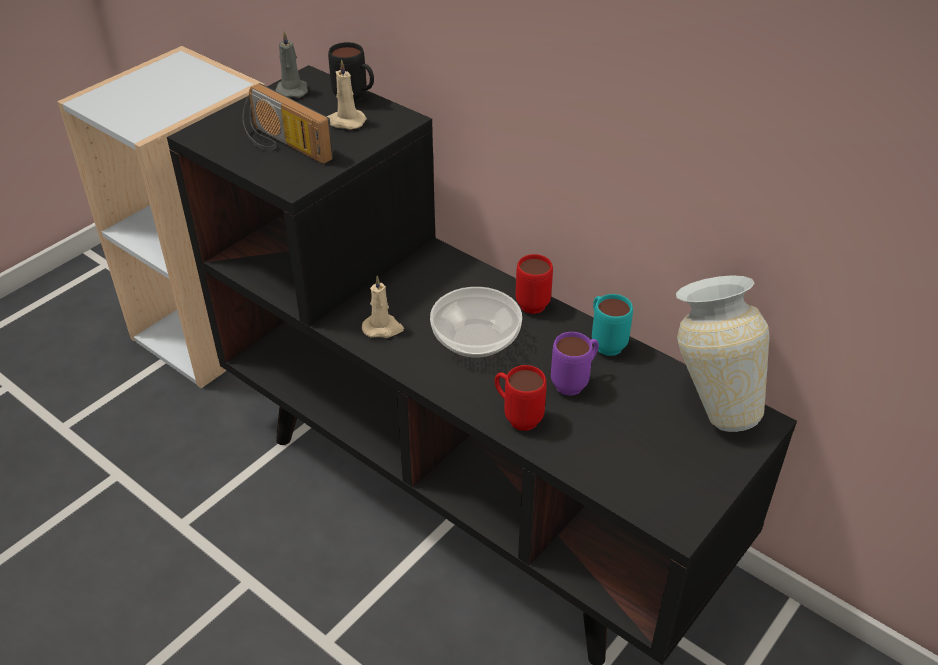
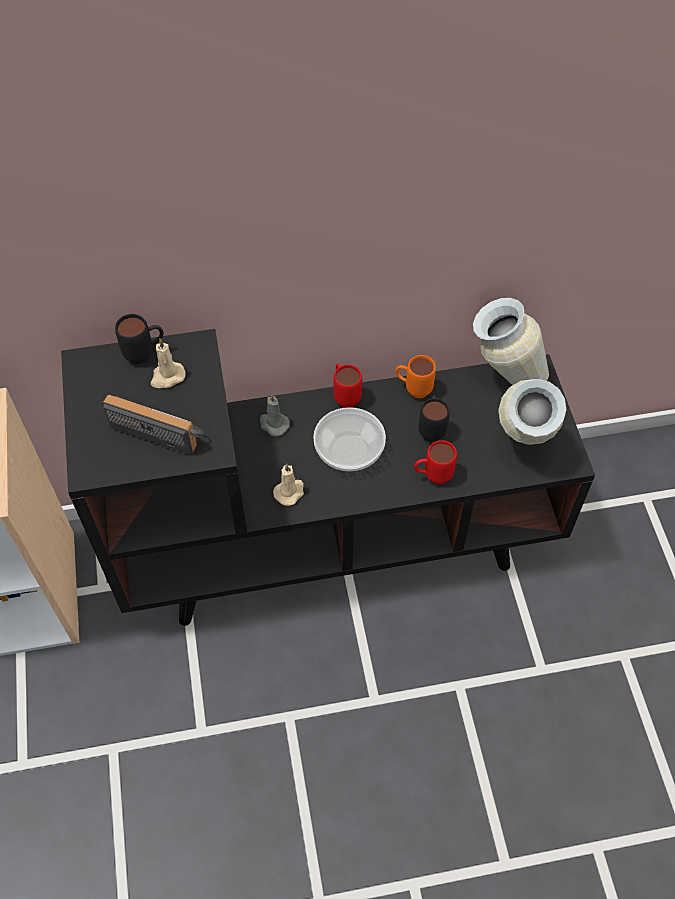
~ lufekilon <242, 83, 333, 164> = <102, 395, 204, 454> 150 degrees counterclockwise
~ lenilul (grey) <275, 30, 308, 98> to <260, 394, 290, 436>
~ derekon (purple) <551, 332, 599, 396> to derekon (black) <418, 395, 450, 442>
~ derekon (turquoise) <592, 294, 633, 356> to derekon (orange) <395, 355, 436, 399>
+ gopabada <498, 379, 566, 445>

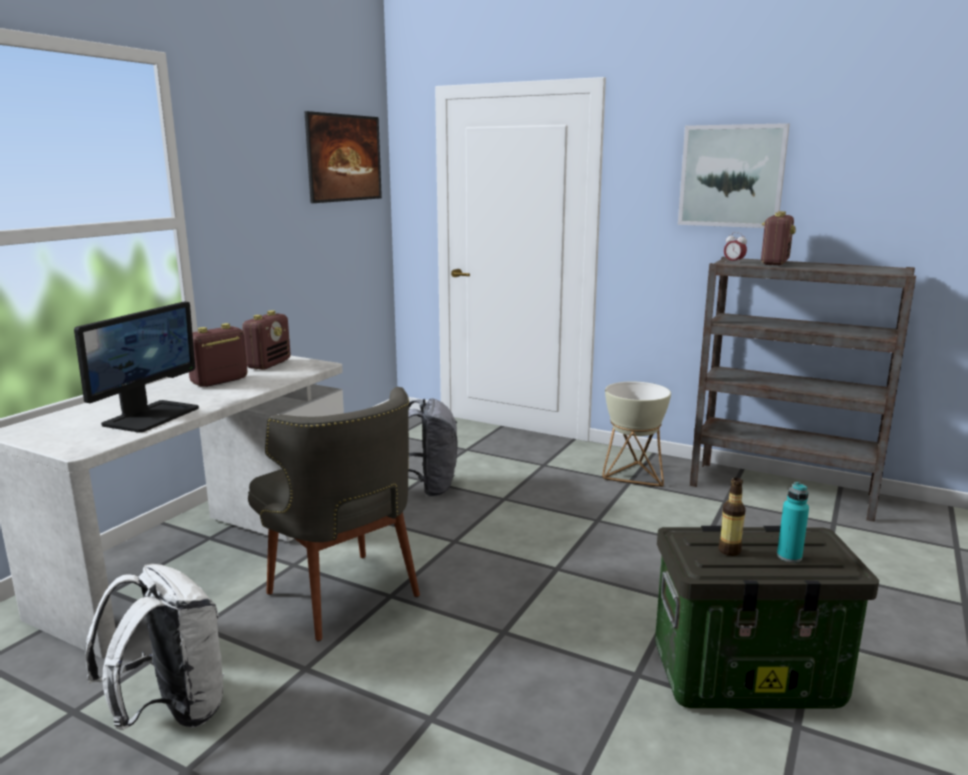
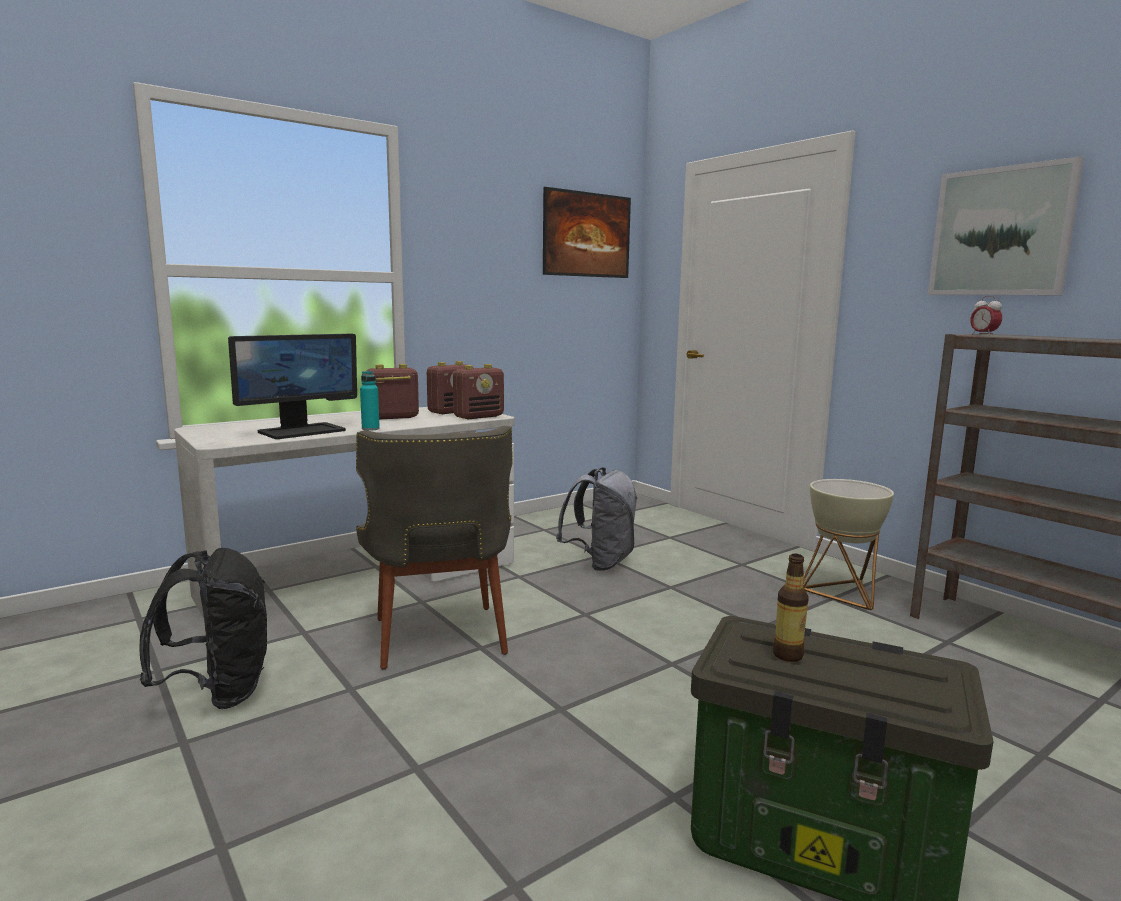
~ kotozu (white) <85, 564, 225, 730> to kotozu (black) <139, 548, 267, 709>
~ lufekilon <761, 211, 796, 266> to <453, 364, 504, 419>
~ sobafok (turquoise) <777, 482, 809, 562> to <360, 371, 380, 431>

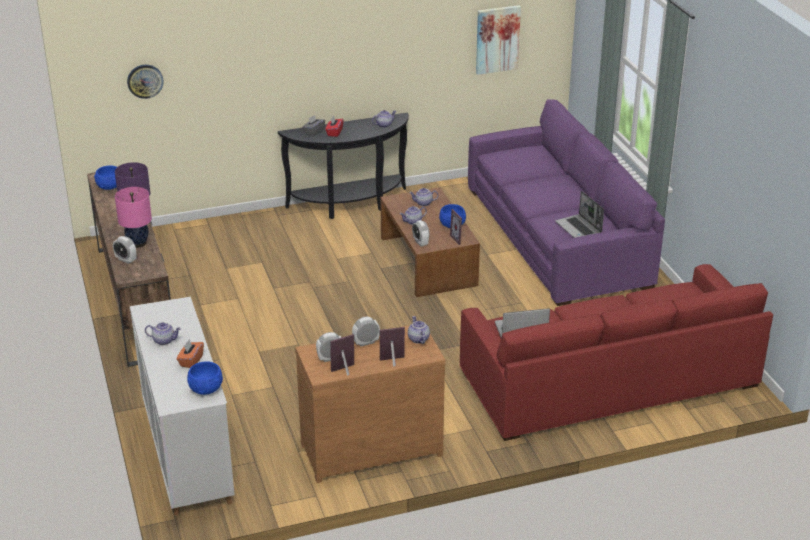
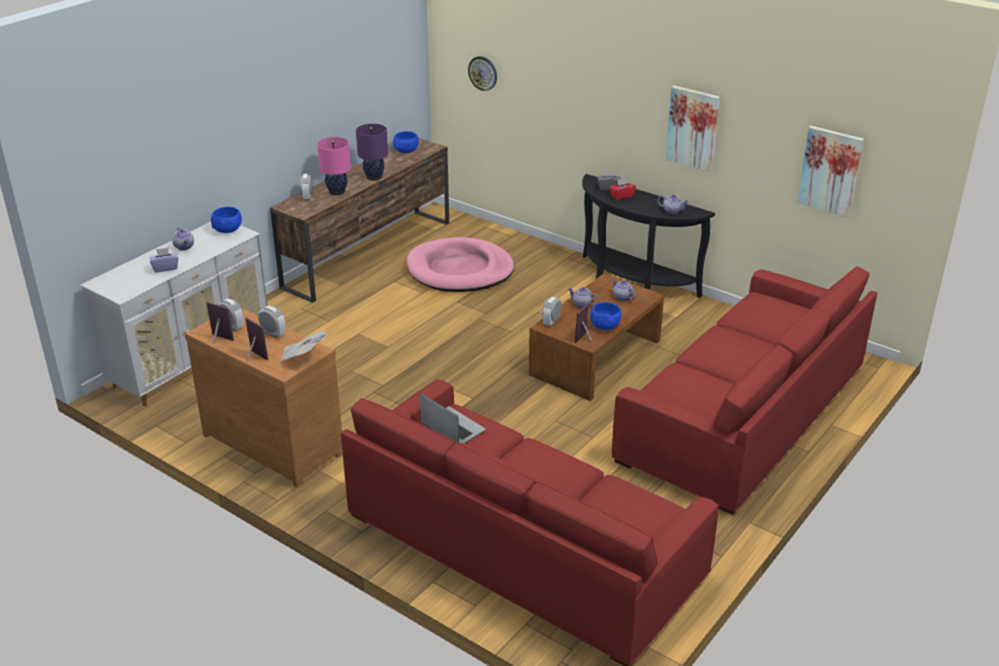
~ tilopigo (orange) <177, 339, 204, 368> to tilopigo (purple) <150, 248, 178, 273>
~ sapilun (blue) <187, 361, 223, 395> to <211, 207, 242, 233>
~ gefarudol <408, 316, 430, 344> to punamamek <280, 330, 326, 361>
~ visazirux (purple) <468, 99, 665, 306> to visazirux (red) <612, 266, 877, 515>
- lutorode <555, 191, 604, 238>
+ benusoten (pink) <406, 237, 514, 292>
+ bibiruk <665, 86, 720, 172>

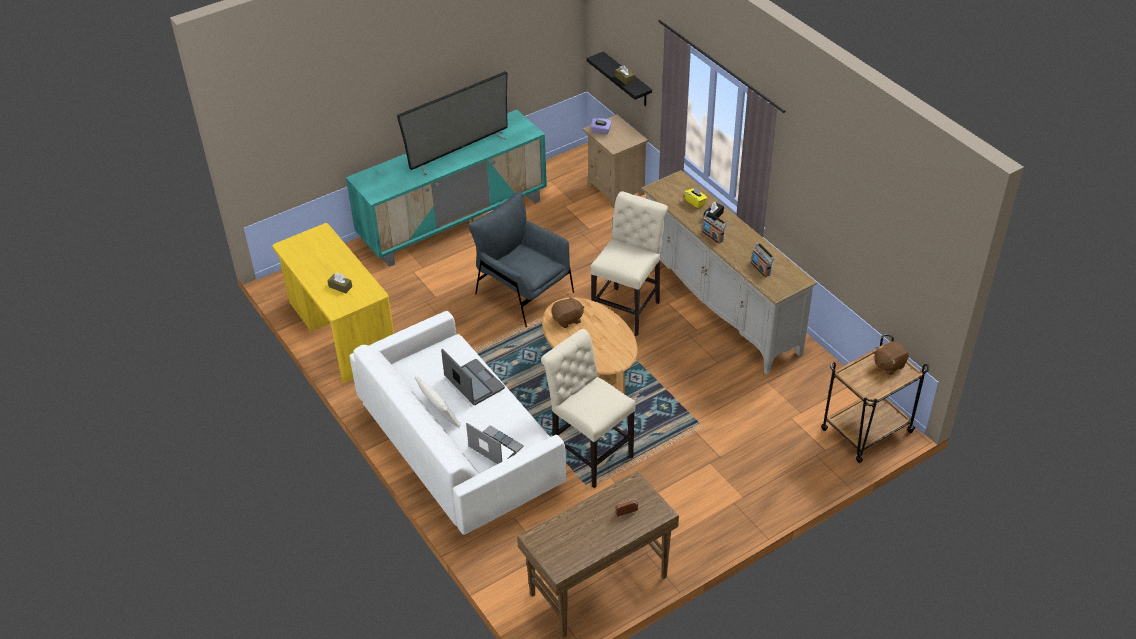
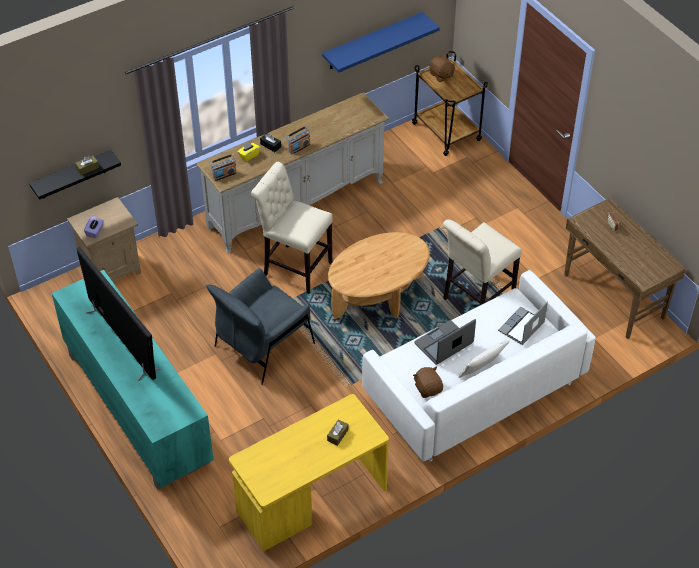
~ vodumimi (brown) <551, 296, 584, 328> to <413, 366, 443, 398>
~ lufekilon <751, 242, 775, 277> to <210, 154, 236, 181>
+ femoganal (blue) <322, 12, 440, 73>

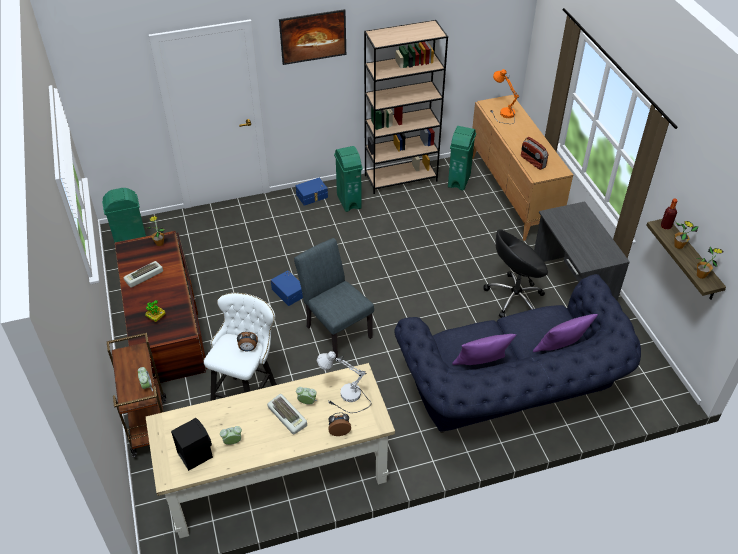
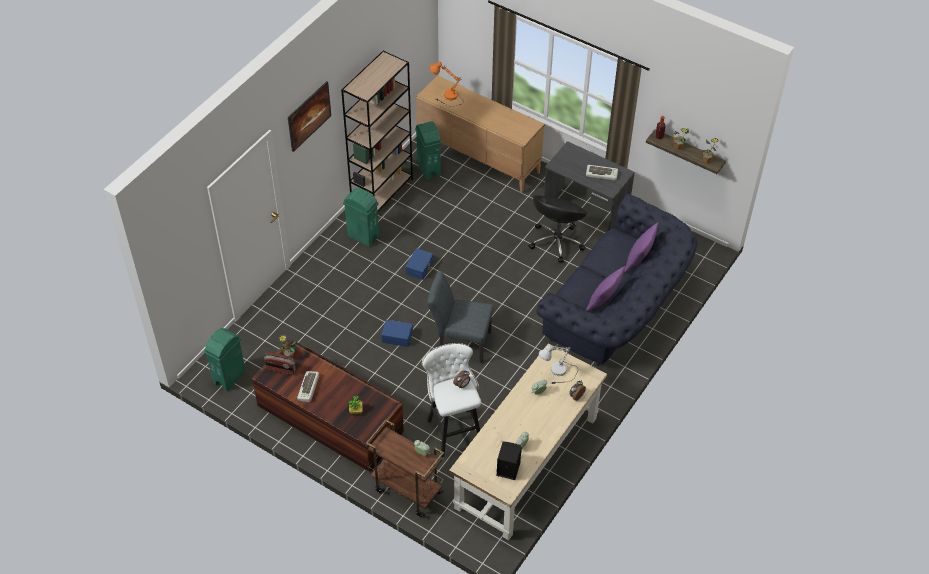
~ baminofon <267, 394, 307, 434> to <586, 165, 618, 181>
~ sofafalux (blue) <296, 178, 328, 206> to <406, 248, 434, 280>
~ lufekilon <521, 137, 548, 170> to <264, 352, 296, 375>

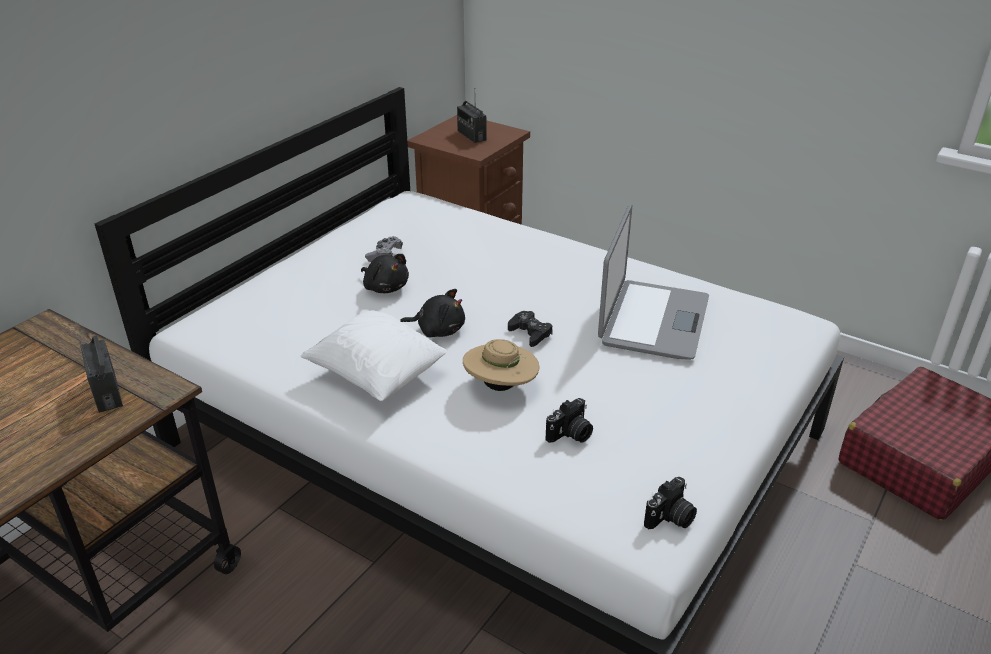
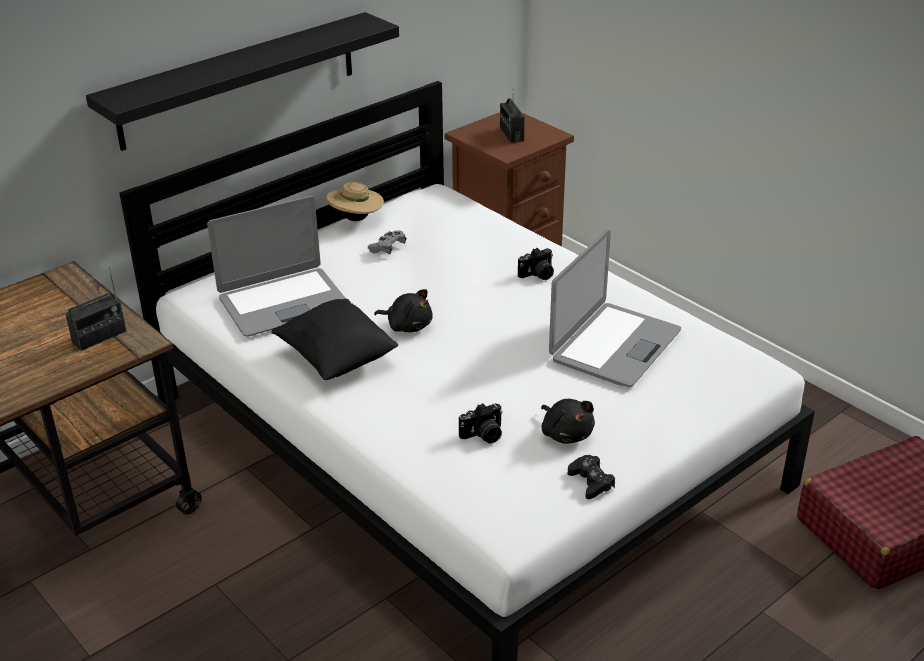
~ lufekilon <77, 333, 123, 413> = <65, 267, 126, 351> 120 degrees counterclockwise
~ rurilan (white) <301, 310, 447, 401> to rurilan (black) <271, 299, 398, 380>
~ vodumimi (black) <361, 254, 409, 293> to <541, 399, 595, 444>
~ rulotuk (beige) <463, 339, 540, 391> to <326, 182, 384, 221>
~ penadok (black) <508, 311, 553, 347> to <568, 455, 615, 499>
~ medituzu <644, 477, 697, 529> to <518, 248, 554, 280>
+ femoganal (black) <86, 12, 399, 151>
+ lutorode <207, 196, 346, 337>

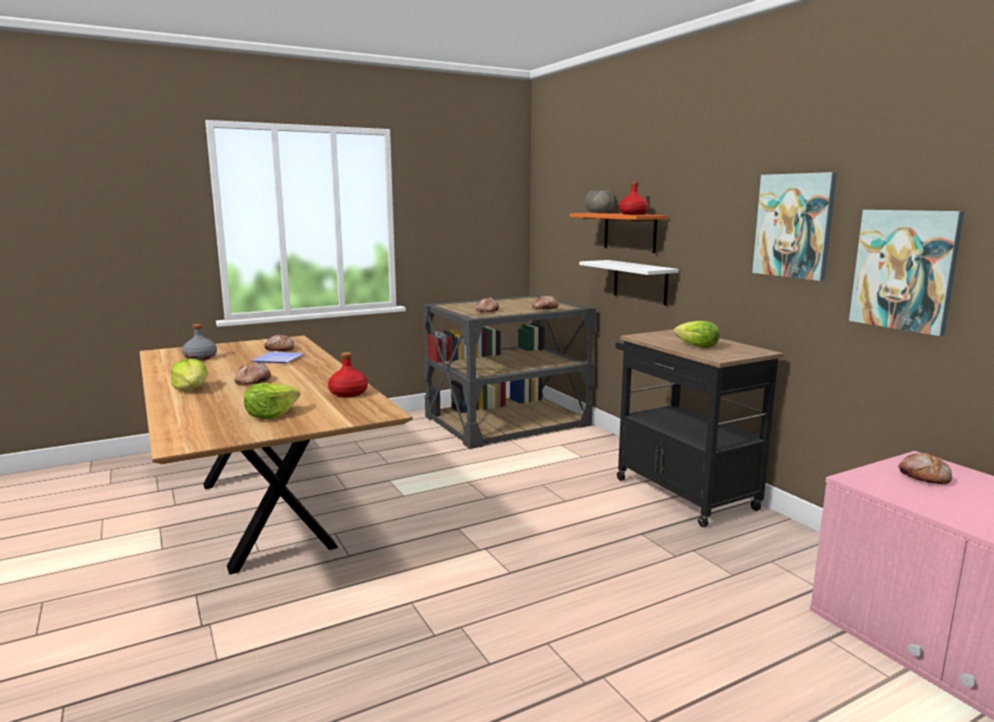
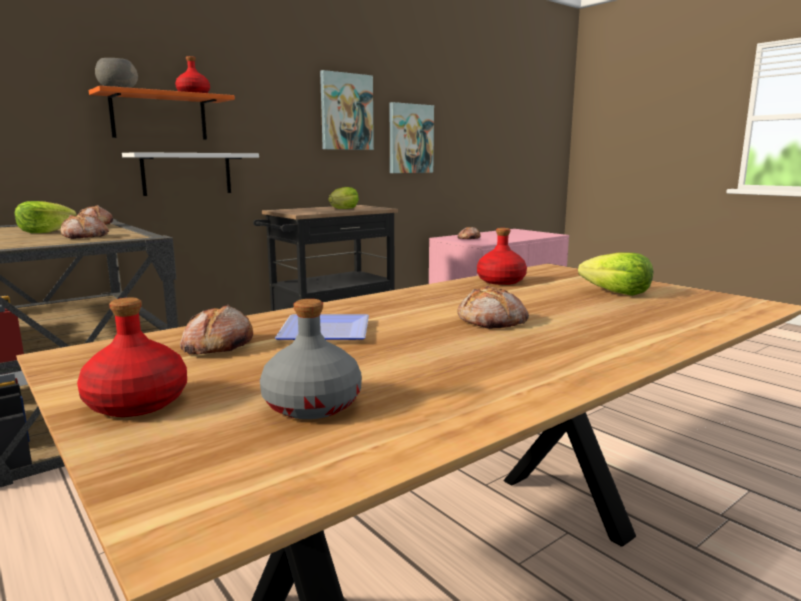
~ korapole <171, 359, 208, 390> to <15, 201, 77, 233>
+ sobafok (red) <77, 298, 187, 417>

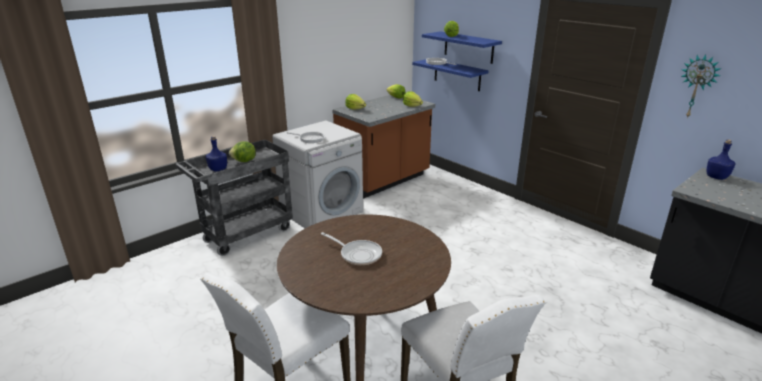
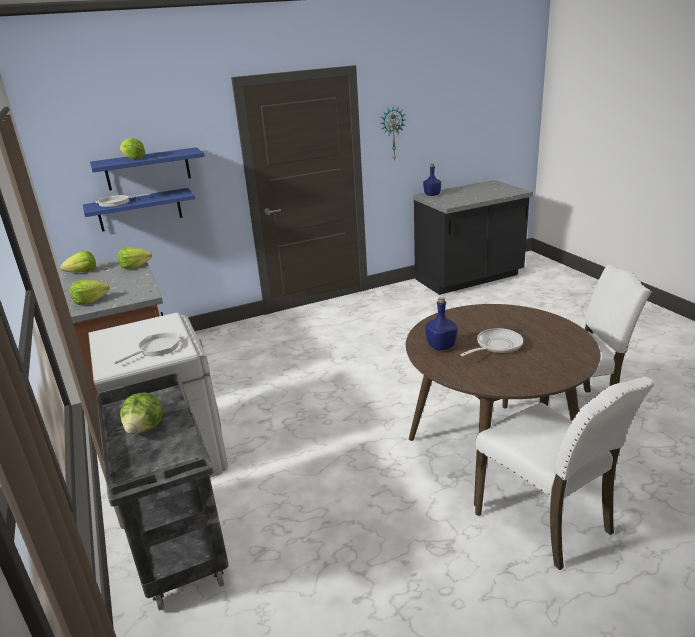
~ sobafok (blue) <206, 136, 227, 172> to <425, 297, 457, 351>

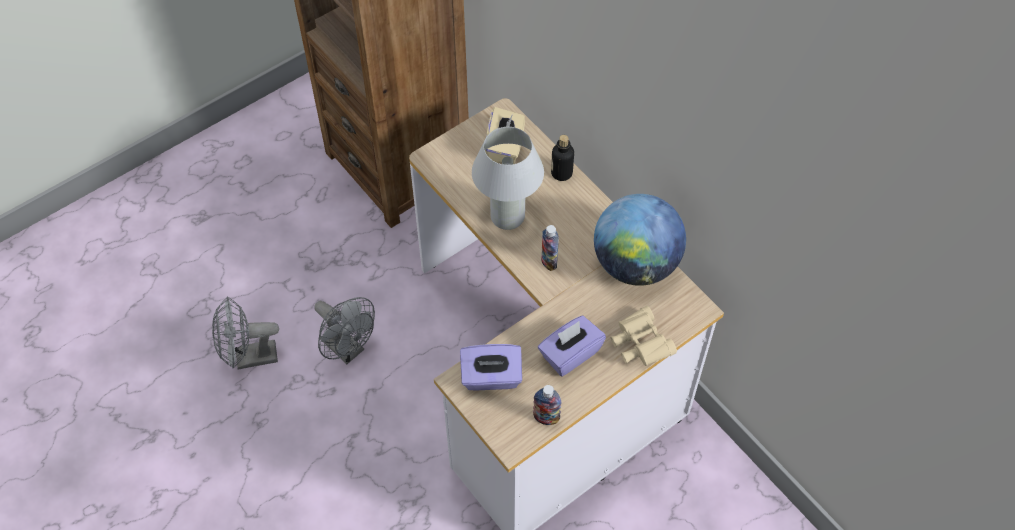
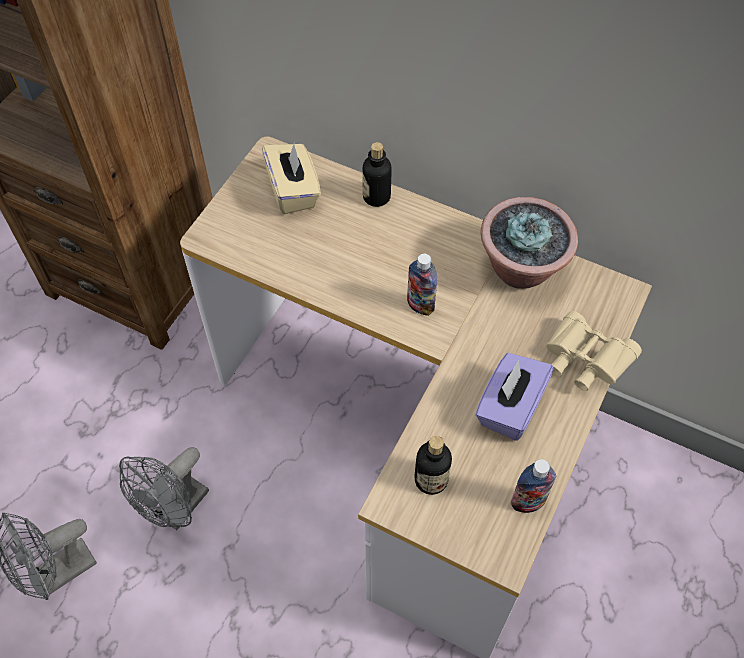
~ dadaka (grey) <314, 297, 375, 364> = <119, 447, 209, 530> 105 degrees clockwise
~ tilopigo (purple) <460, 344, 522, 390> to sobafok <414, 436, 452, 495>
- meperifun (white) <472, 127, 544, 230>
~ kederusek <594, 194, 686, 286> to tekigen <481, 197, 578, 289>

